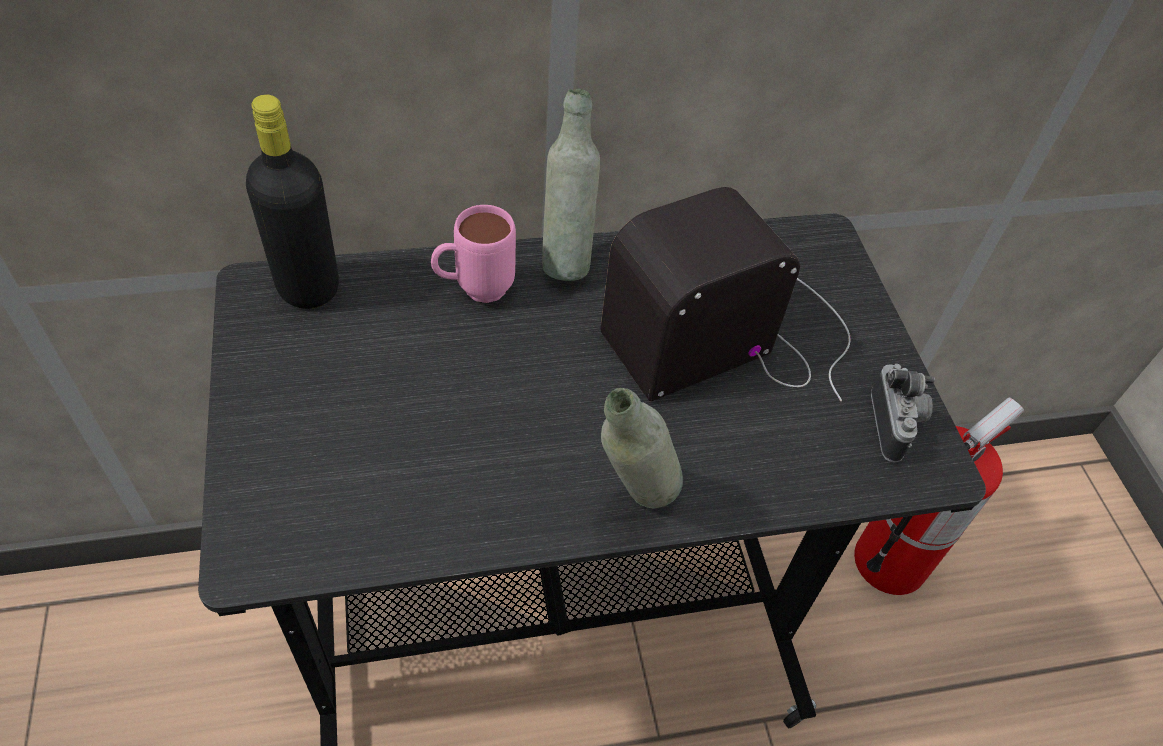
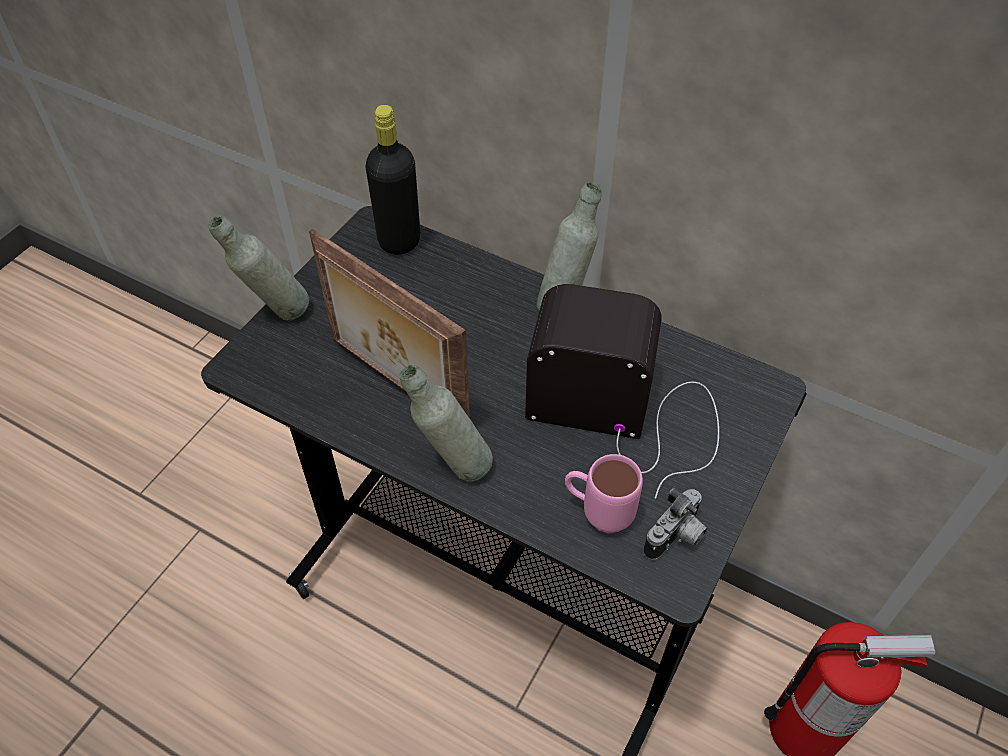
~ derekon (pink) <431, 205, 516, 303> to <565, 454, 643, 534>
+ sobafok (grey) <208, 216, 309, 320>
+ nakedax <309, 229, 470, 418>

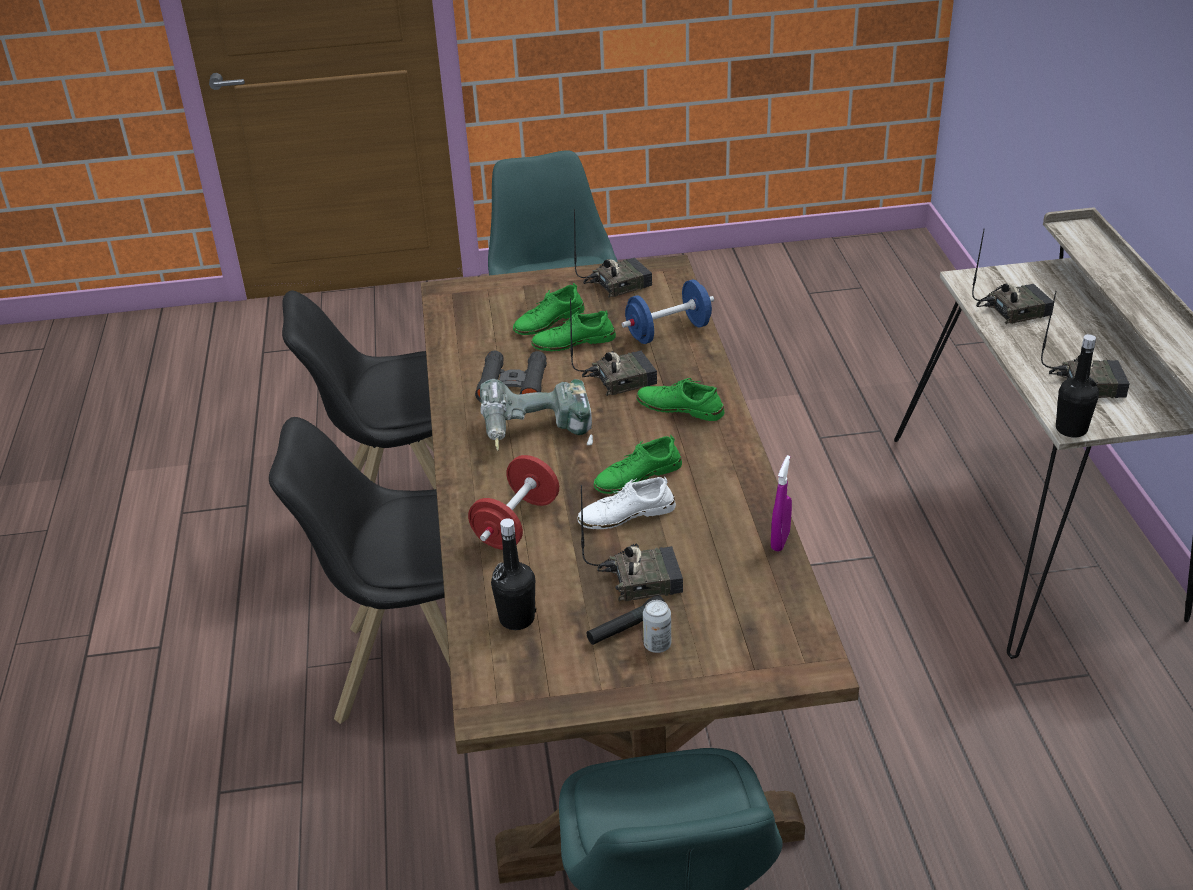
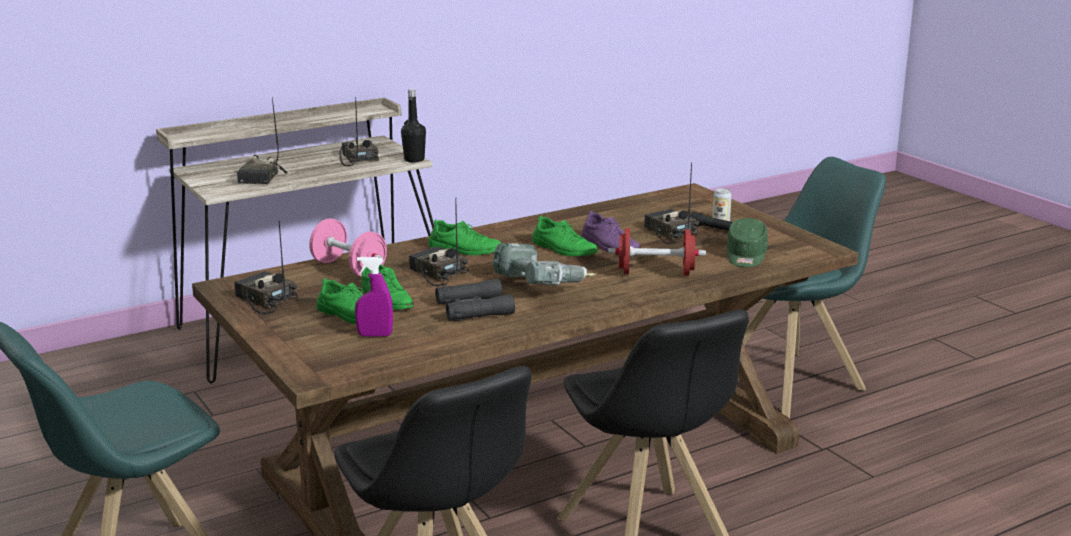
~ sobafok (black) <491, 518, 536, 630> to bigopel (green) <727, 218, 768, 267>
~ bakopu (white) <578, 476, 676, 529> to bakopu (purple) <582, 211, 640, 252>
~ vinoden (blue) <621, 280, 714, 344> to vinoden (pink) <309, 218, 387, 277>
~ bakopu (green) <636, 378, 724, 421> = <428, 219, 501, 256> 75 degrees counterclockwise
~ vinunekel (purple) <771, 455, 792, 551> to <355, 257, 393, 337>
~ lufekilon <972, 228, 1054, 324> = <237, 97, 287, 184> 135 degrees counterclockwise

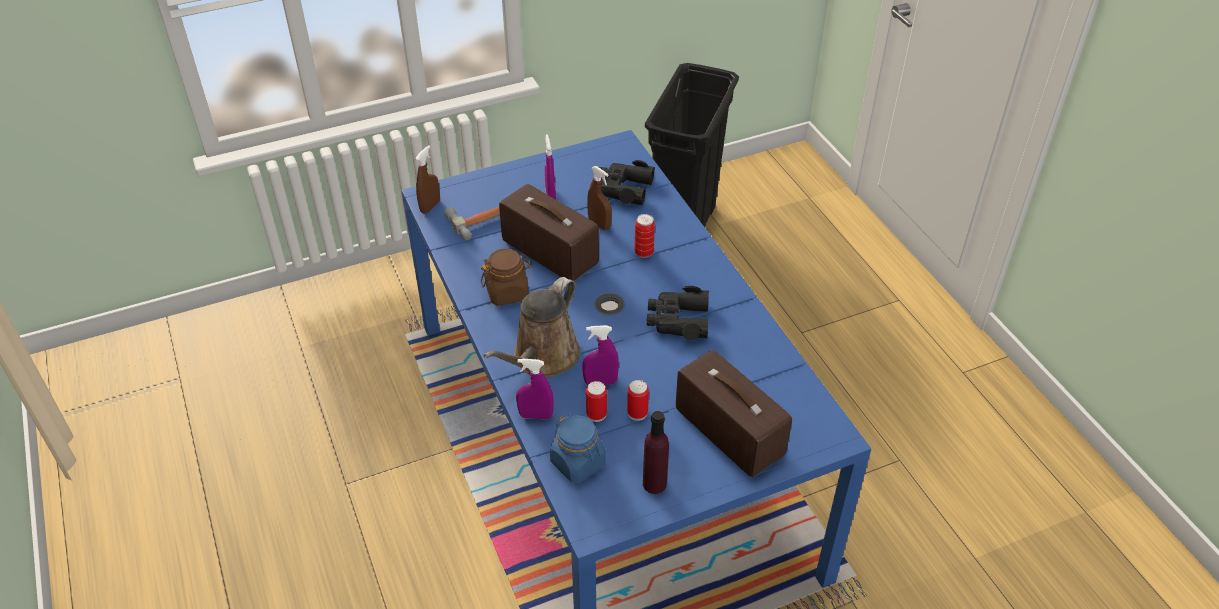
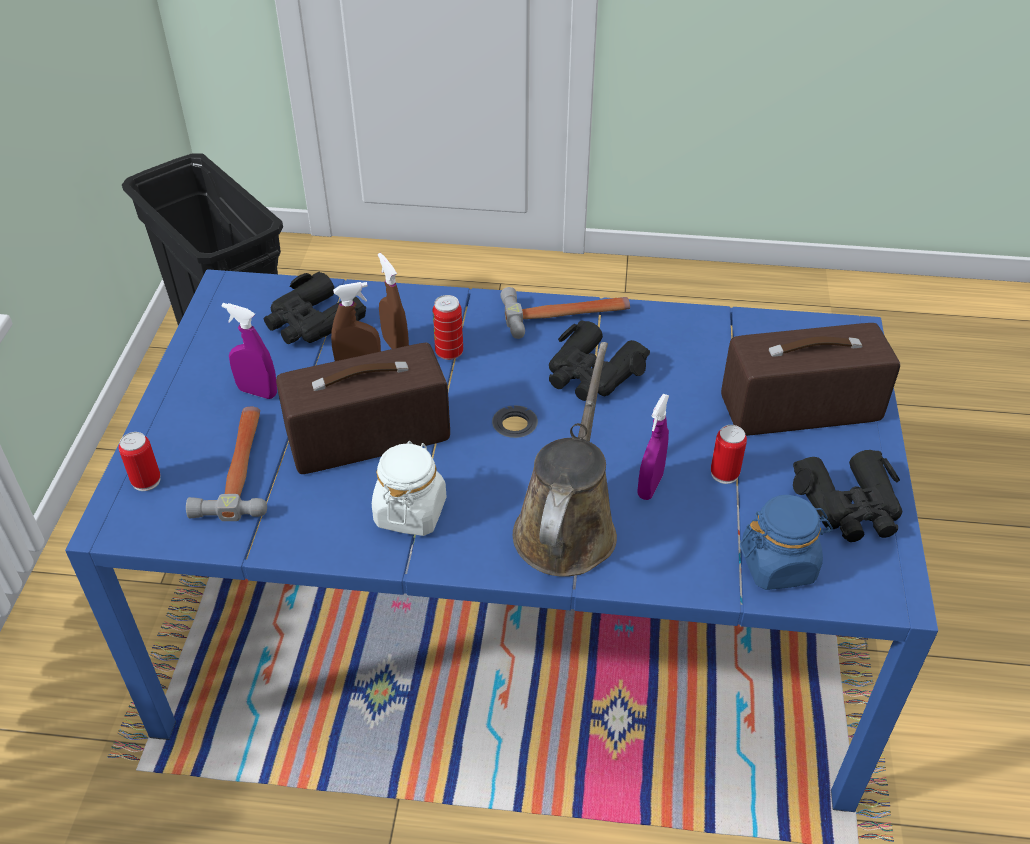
~ vinunekel (brown) <415, 145, 440, 214> to <378, 253, 409, 349>
~ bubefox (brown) <481, 248, 532, 306> to bubefox (white) <372, 441, 446, 536>
~ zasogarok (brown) <483, 277, 580, 378> = <513, 342, 617, 577> 135 degrees counterclockwise
- vinunekel (purple) <516, 359, 554, 419>
~ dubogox <586, 381, 607, 422> to <119, 432, 160, 491>
~ sobafok (purple) <643, 411, 669, 494> to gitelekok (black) <793, 450, 902, 542>
+ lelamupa <501, 287, 630, 339>

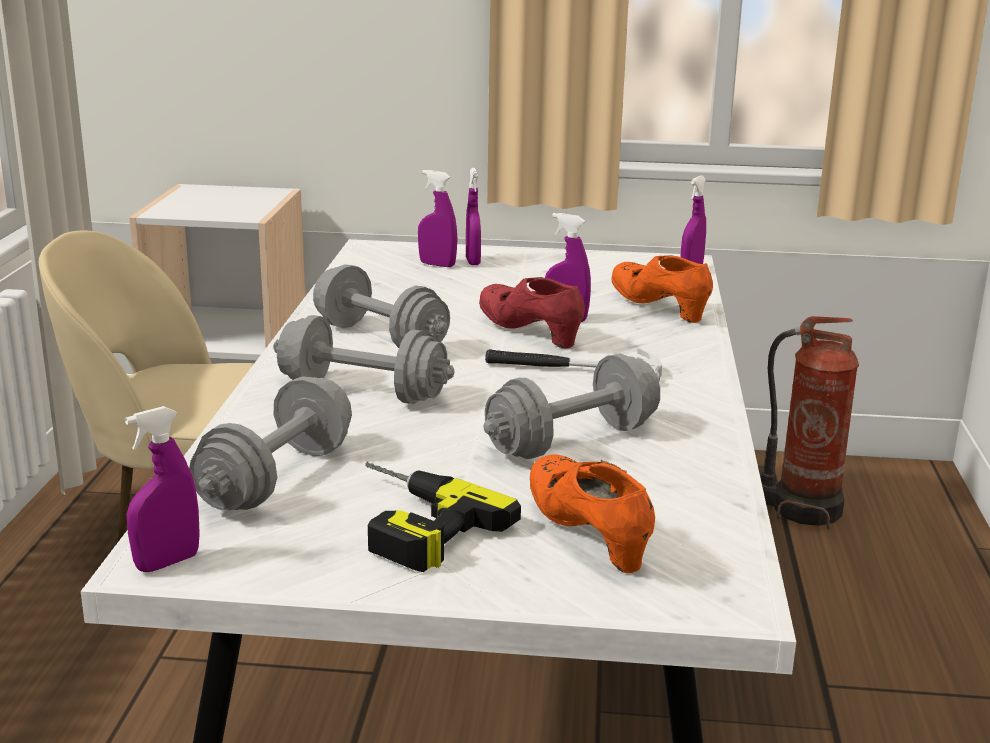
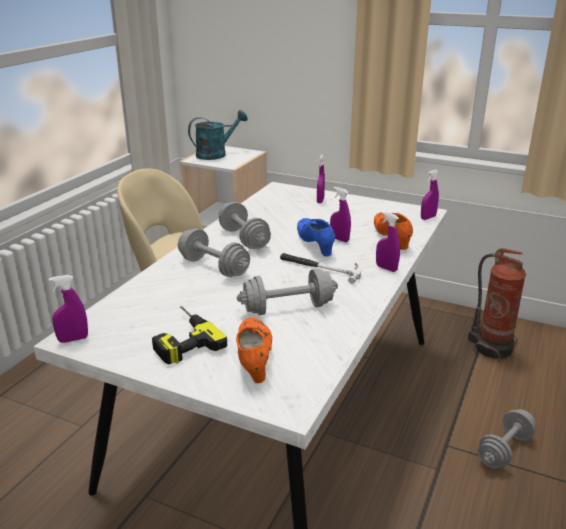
~ vinoden (grey) <189, 376, 352, 511> to <478, 409, 536, 468>
~ vinunekel (purple) <418, 170, 457, 267> to <376, 211, 400, 272>
~ bakopu (red) <479, 277, 585, 348> to bakopu (blue) <297, 218, 335, 256>
+ zasogarok (turquoise) <188, 110, 248, 160>

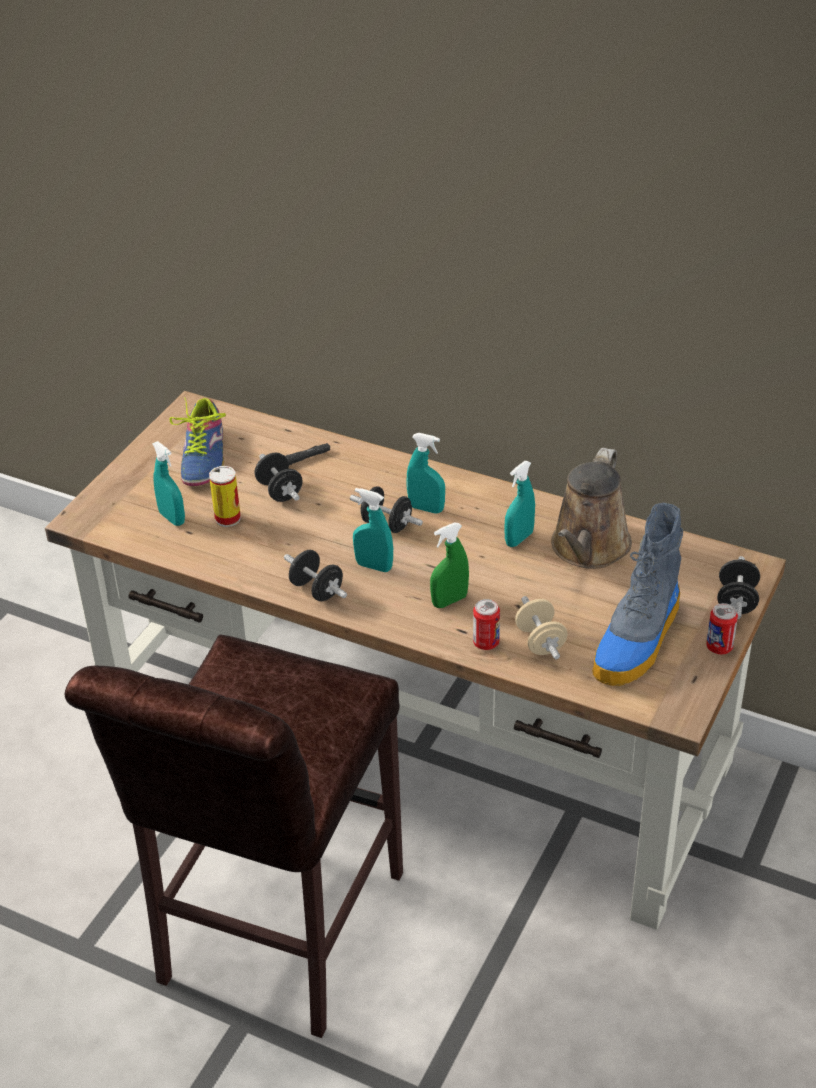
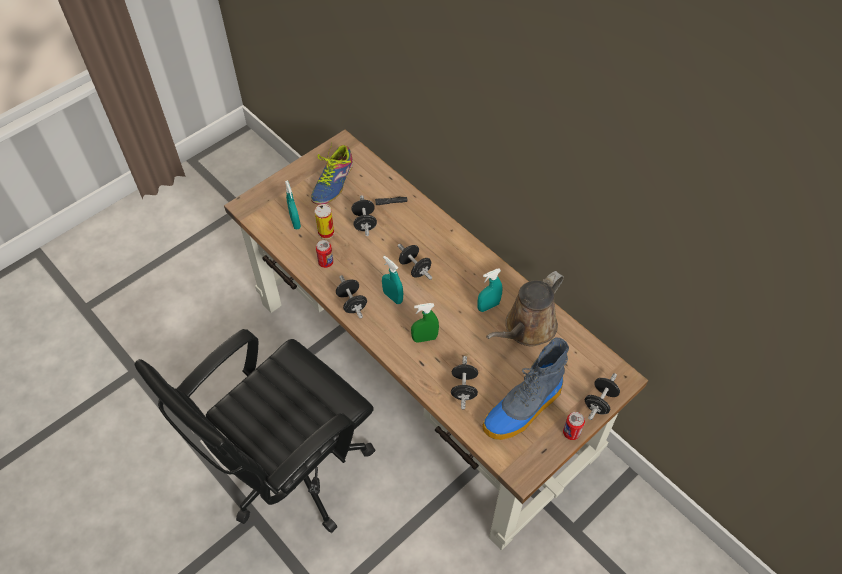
~ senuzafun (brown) <65, 635, 403, 1038> to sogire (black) <135, 329, 375, 533>
- vinunekel (turquoise) <406, 433, 445, 513>
~ dubogox <473, 599, 500, 650> to <316, 240, 333, 268>
~ vinoden (beige) <515, 596, 567, 659> to vinoden (black) <451, 356, 478, 409>

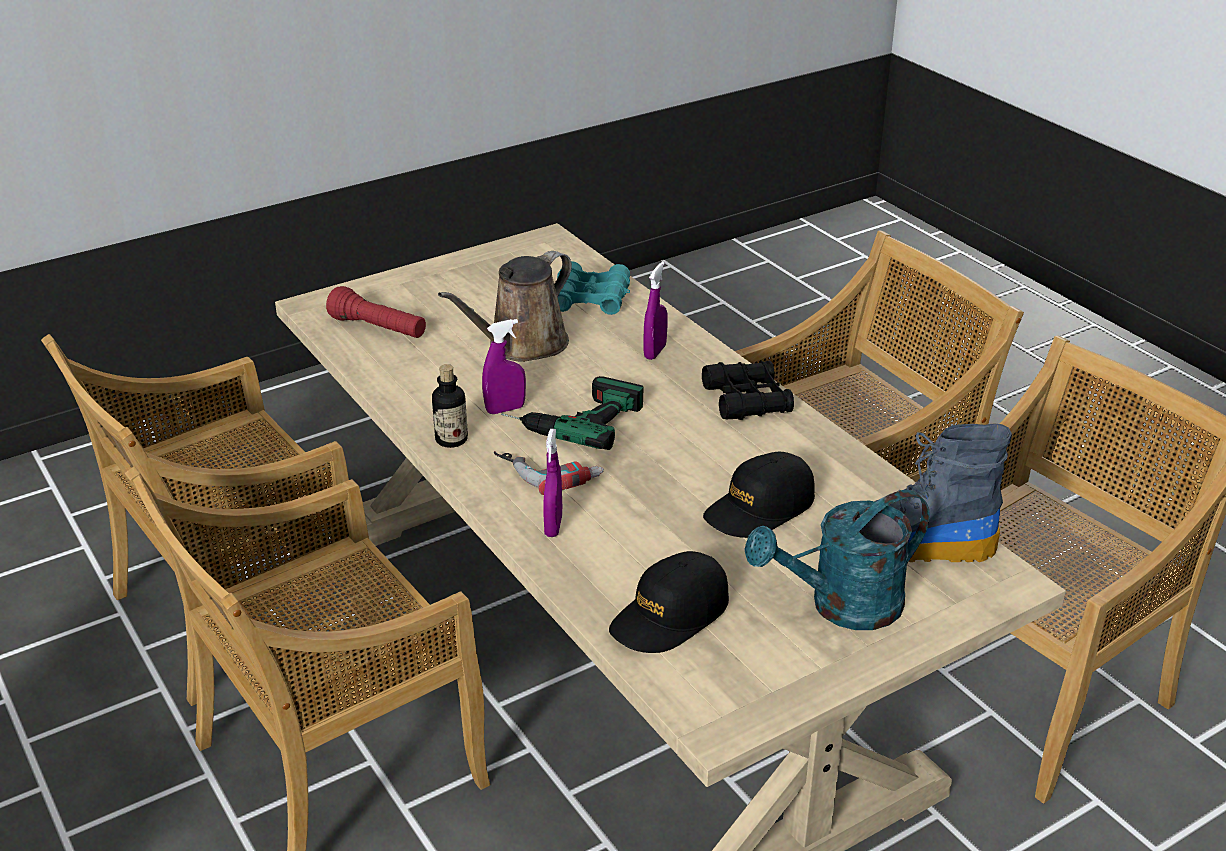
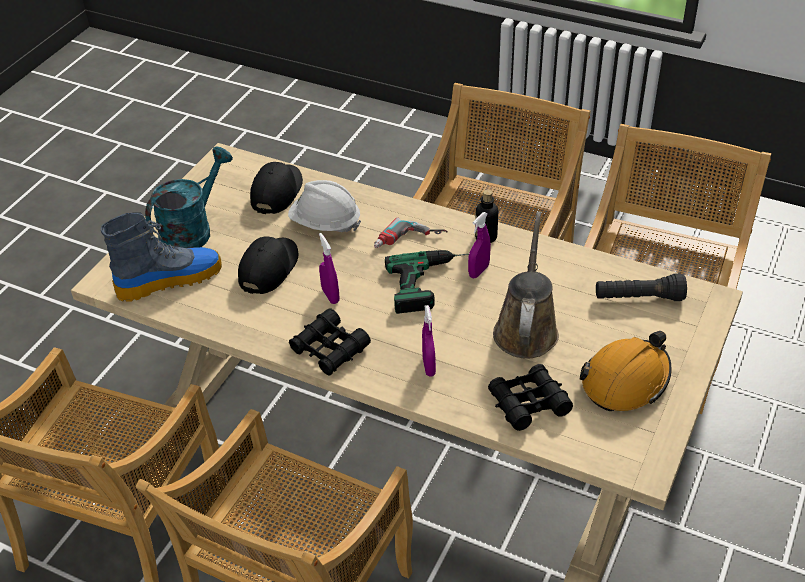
~ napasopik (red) <326, 286, 426, 338> to napasopik (black) <596, 273, 687, 301>
~ vinunekel (purple) <543, 429, 562, 537> to <319, 233, 340, 304>
~ gitelekok (turquoise) <557, 261, 630, 315> to gitelekok (black) <488, 364, 573, 431>
+ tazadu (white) <288, 180, 361, 232>
+ tazadu (orange) <580, 331, 671, 411>

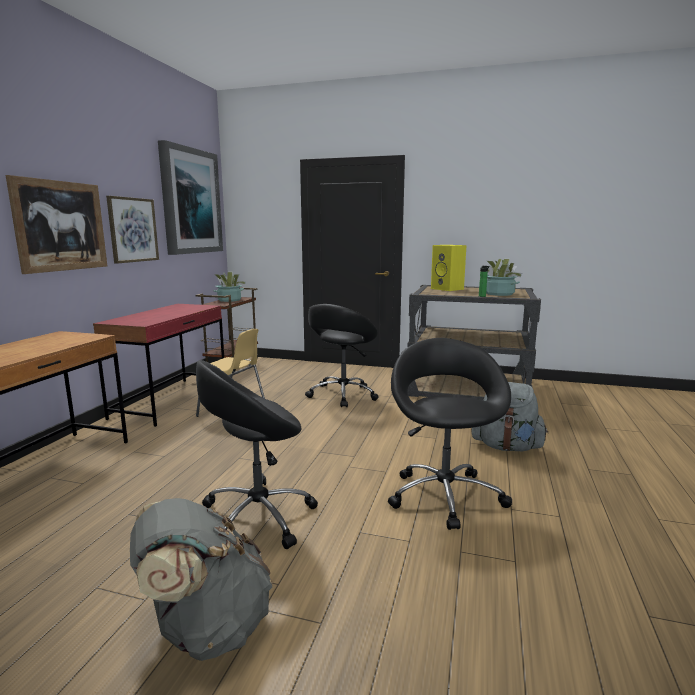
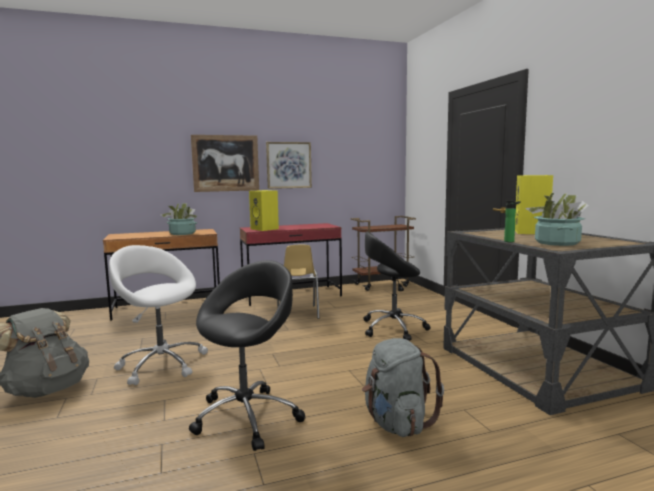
- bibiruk <158, 140, 223, 255>
~ sogire (black) <196, 360, 318, 549> to sogire (white) <109, 245, 208, 385>
~ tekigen <213, 271, 246, 302> to <160, 203, 197, 235>
+ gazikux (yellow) <249, 190, 279, 231>

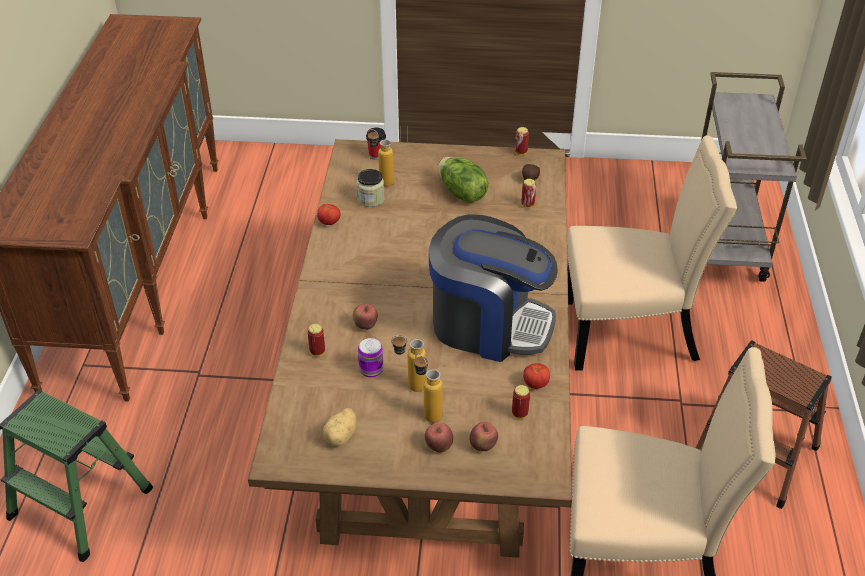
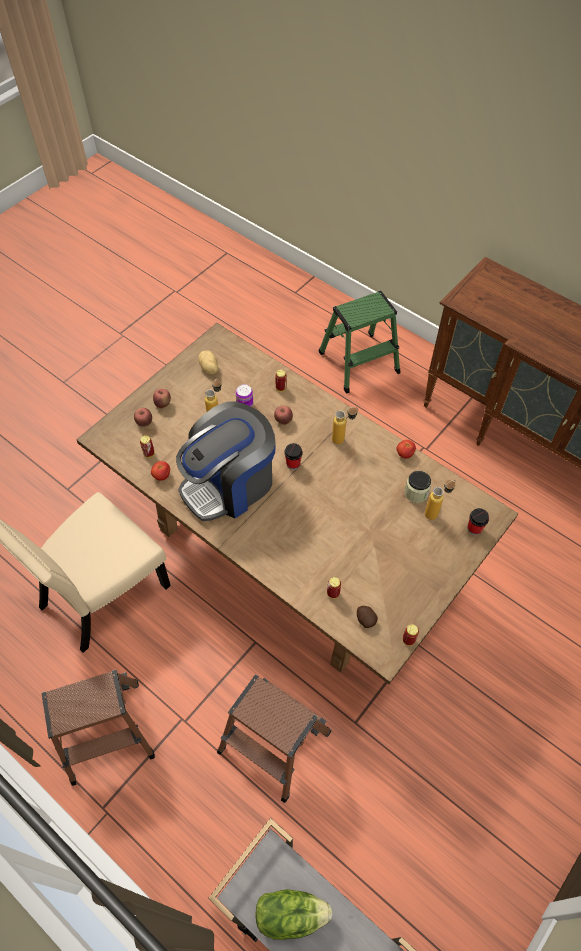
~ sobafok <414, 354, 443, 423> to <332, 407, 358, 444>
~ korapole <438, 157, 488, 202> to <255, 889, 333, 940>
~ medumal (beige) <567, 135, 737, 370> to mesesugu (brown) <217, 674, 332, 803>
+ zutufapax <284, 443, 303, 470>

